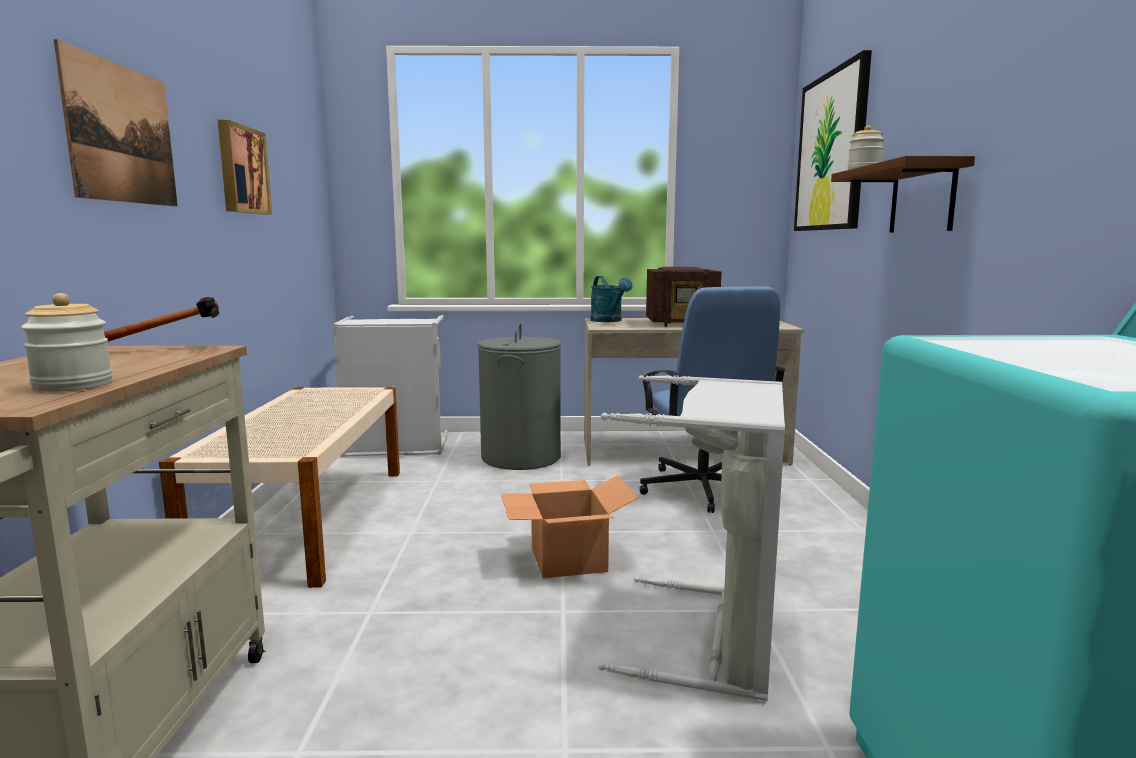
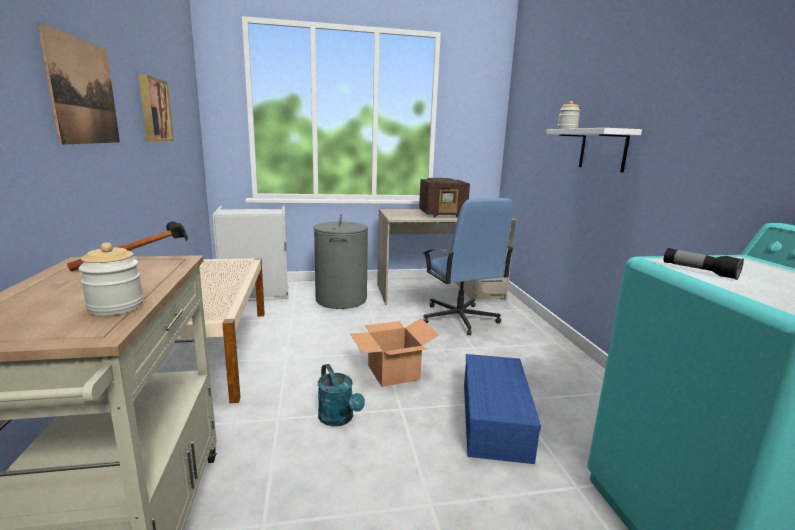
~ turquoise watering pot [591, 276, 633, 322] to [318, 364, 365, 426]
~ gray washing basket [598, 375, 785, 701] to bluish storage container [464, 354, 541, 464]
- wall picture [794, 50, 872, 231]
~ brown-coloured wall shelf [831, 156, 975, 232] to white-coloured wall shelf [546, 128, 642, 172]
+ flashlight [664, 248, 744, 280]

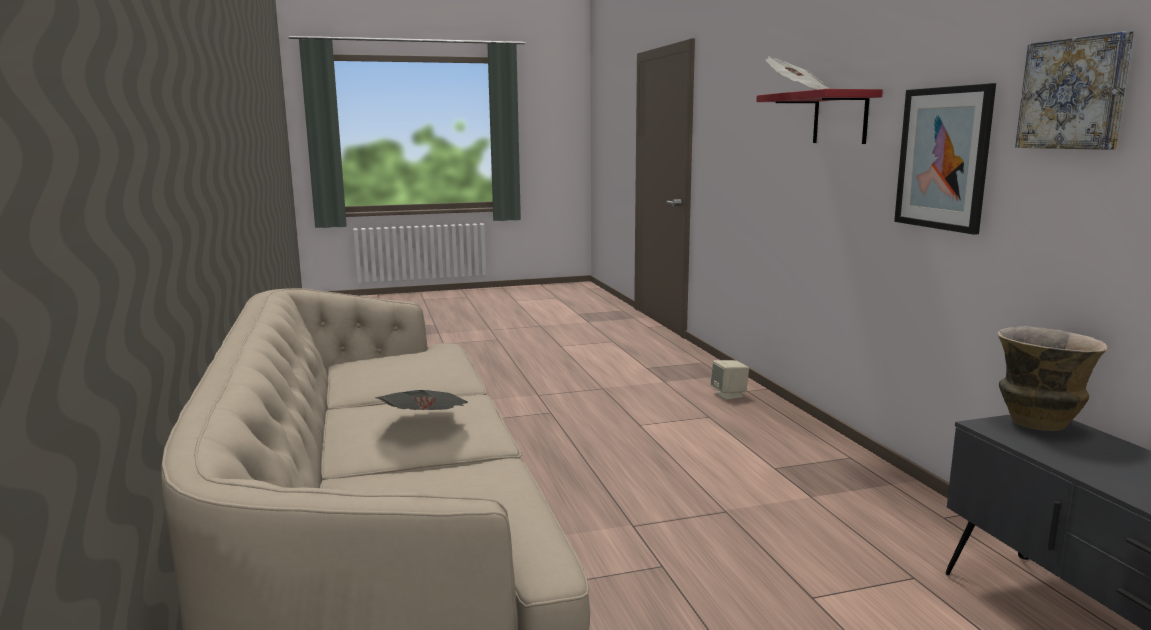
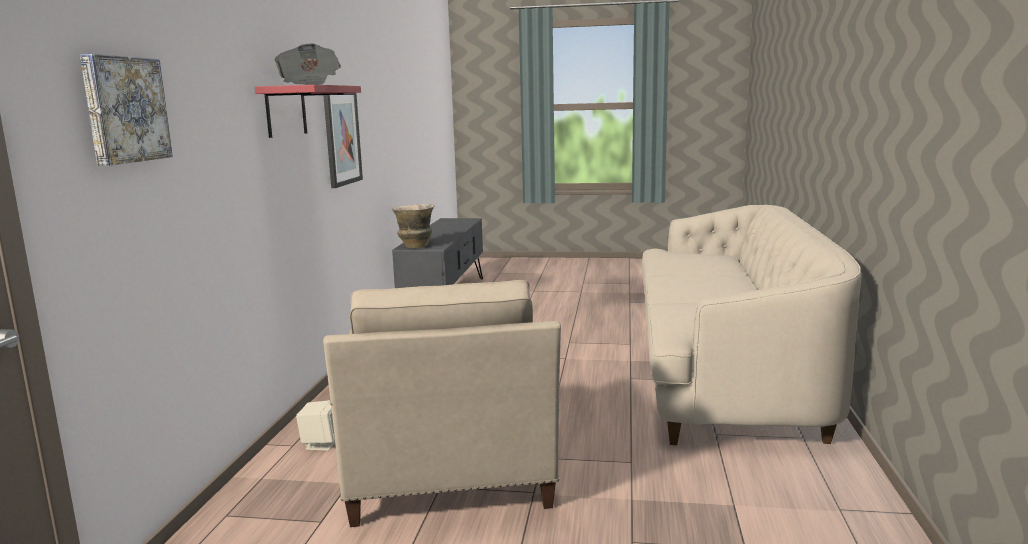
- newspaper [375, 390, 468, 410]
~ wall picture [1015, 31, 1134, 150] to [80, 54, 173, 166]
+ beige-coloured lounge chair [323, 280, 561, 527]

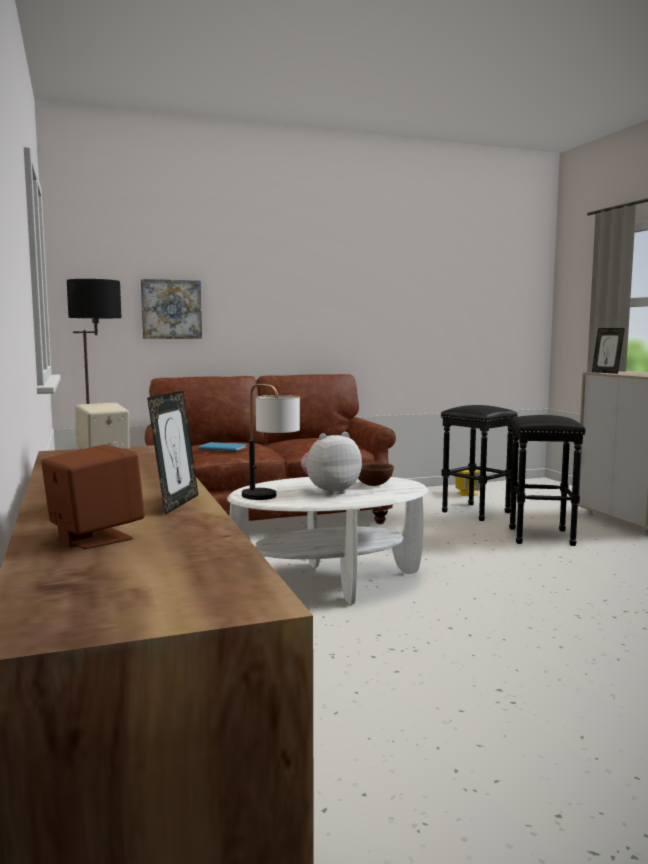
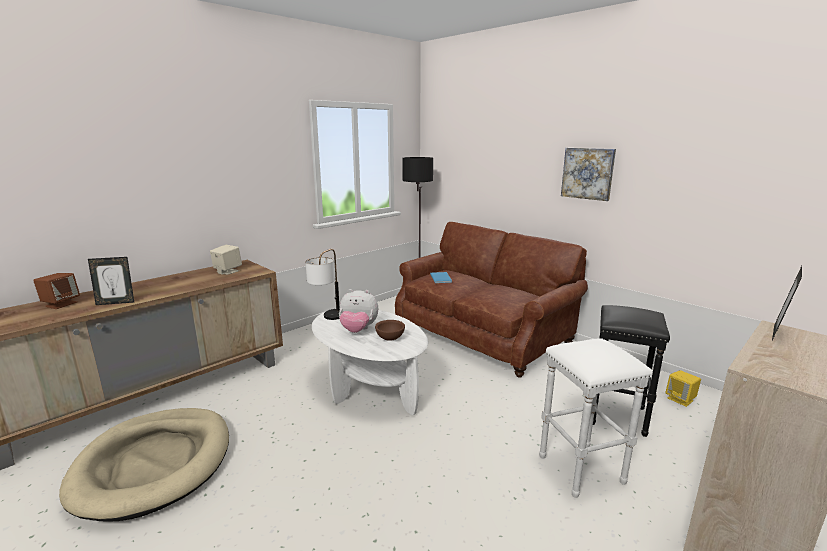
~ wall picture [141, 279, 202, 339] to [561, 148, 616, 201]
~ soft toy [301, 432, 362, 495] = [339, 289, 378, 333] 150 degrees clockwise
~ black stool seat [509, 415, 586, 546] to white-coloured stool seat [539, 338, 653, 498]
+ beige-coloured dog cushion [59, 408, 229, 522]

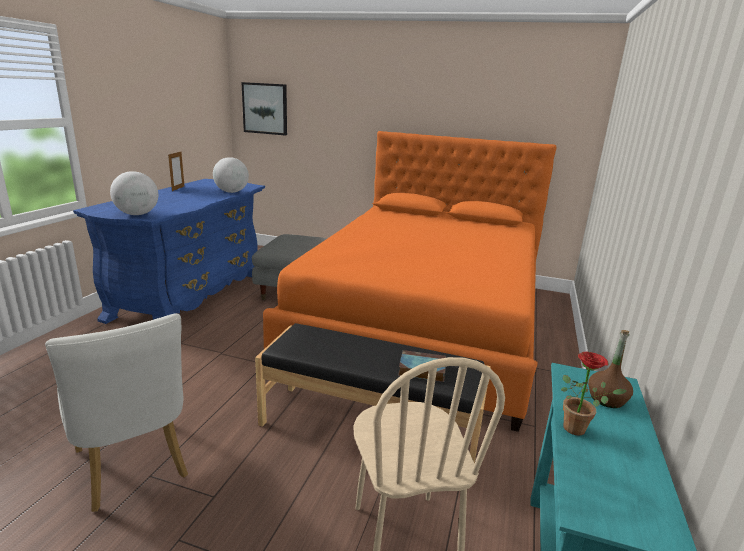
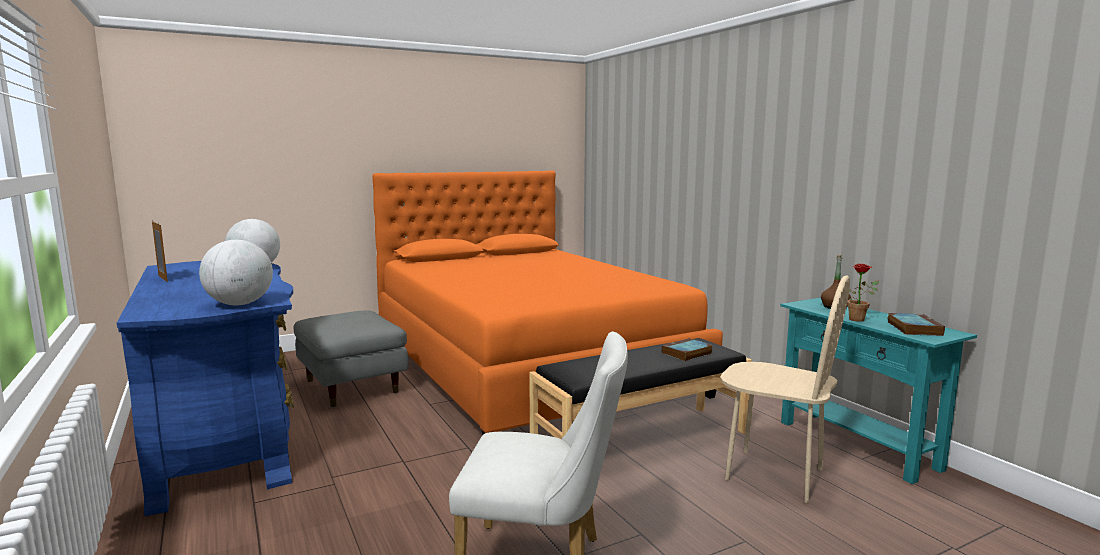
- wall picture [242, 82, 287, 135]
+ book [888, 313, 945, 336]

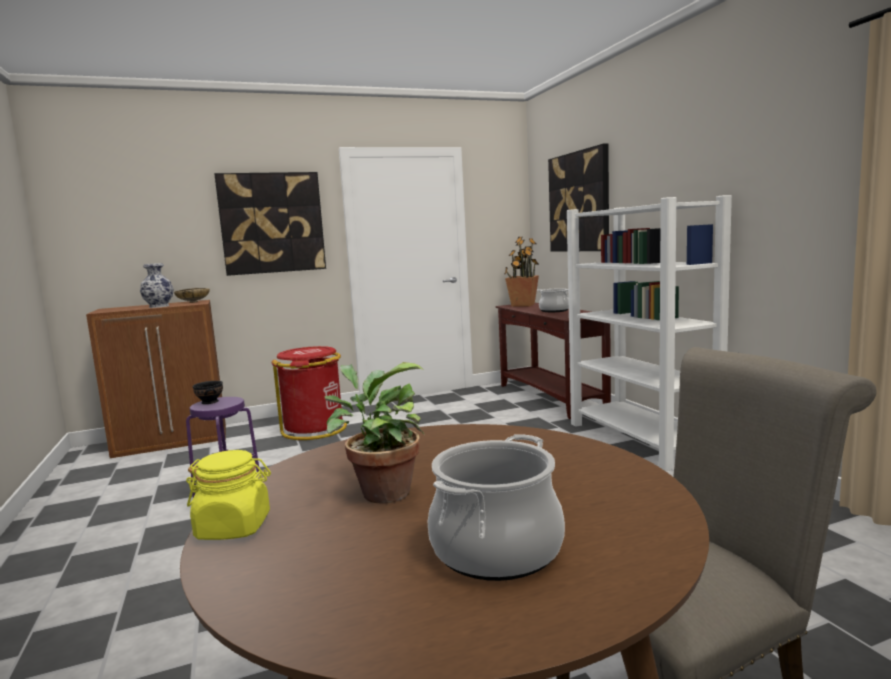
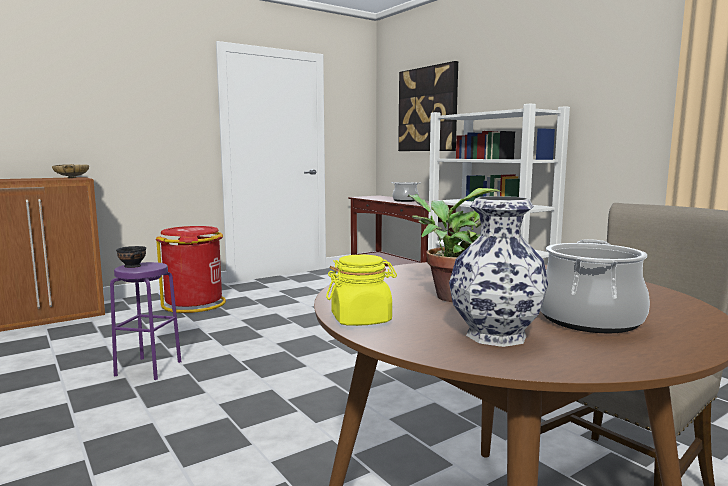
~ vase [140, 263, 174, 308] to [449, 196, 548, 347]
- wall picture [214, 172, 326, 276]
- potted plant [505, 237, 539, 307]

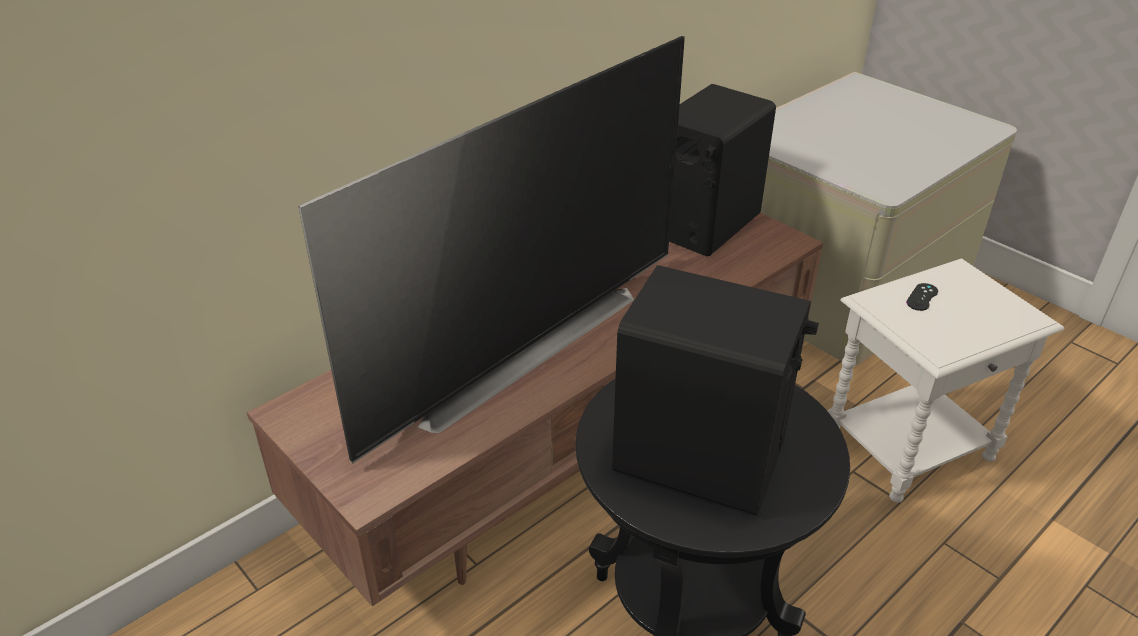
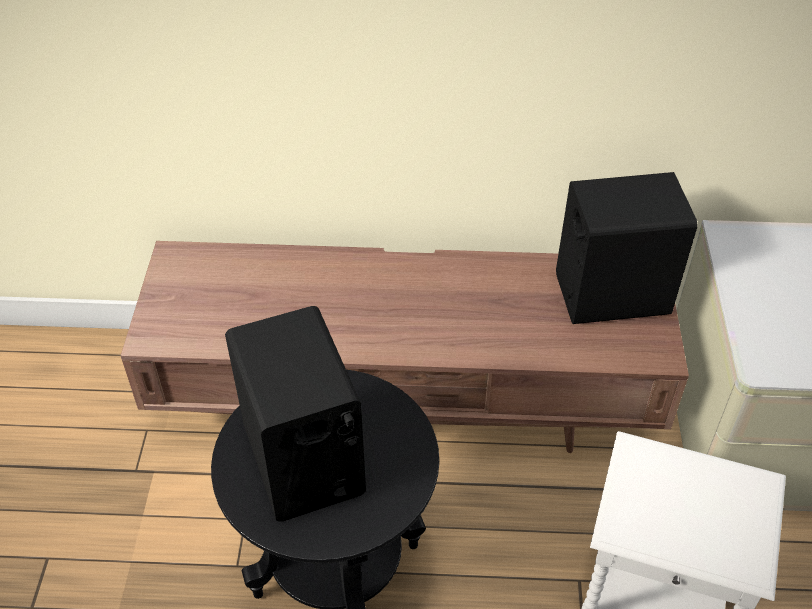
- TV [298, 36, 685, 464]
- black game controller [906, 283, 938, 311]

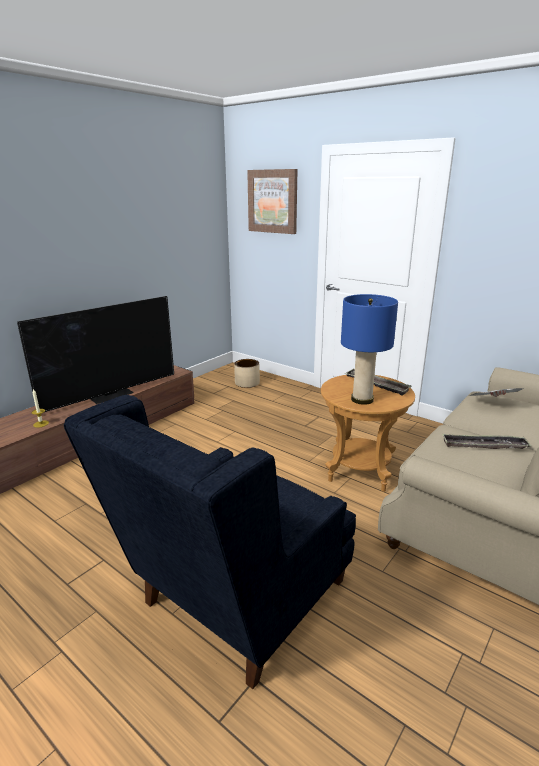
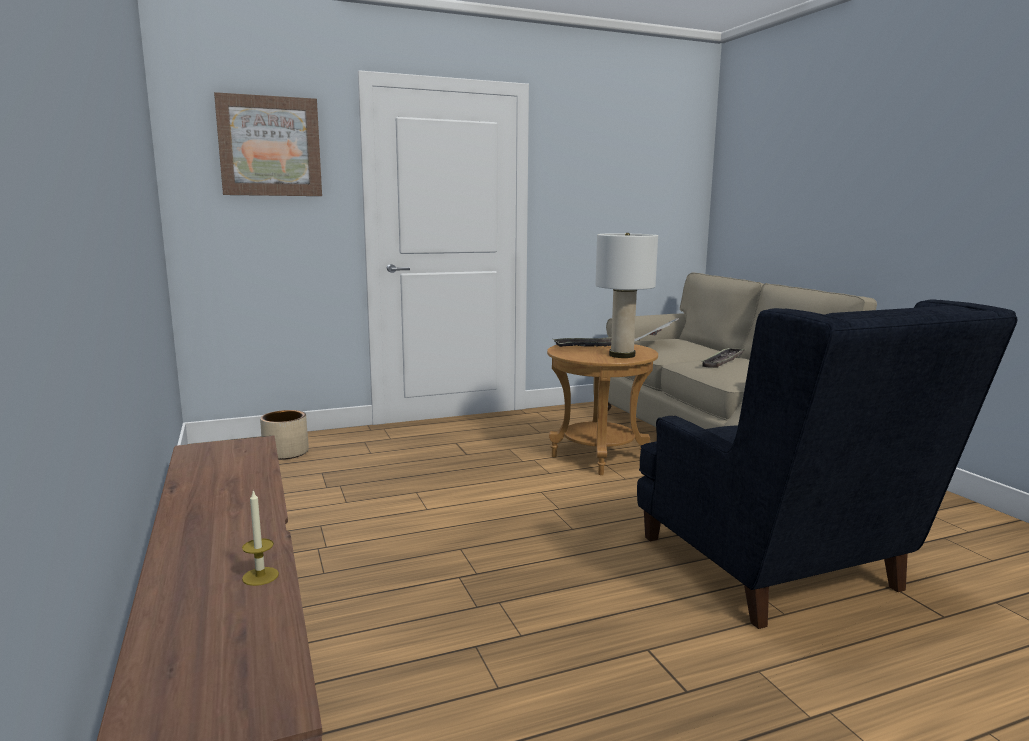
- TV [17, 296, 174, 412]
~ bluish lamp for a table [341, 294, 398, 405] to white-coloured lamp for a table [595, 233, 658, 358]

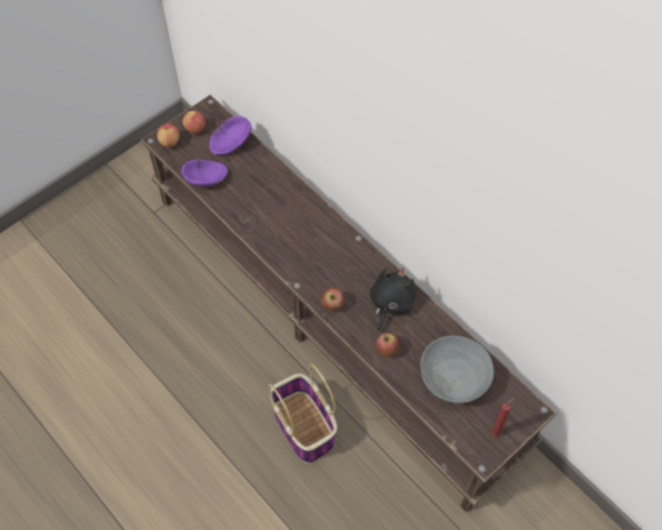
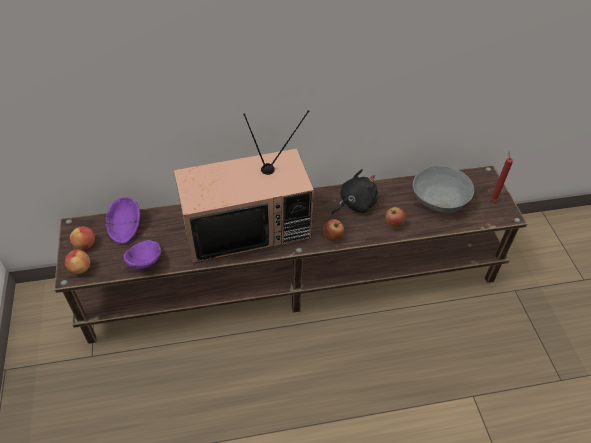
- basket [268, 364, 337, 464]
~ black soft toy [370, 268, 415, 331] = [331, 169, 378, 215] 90 degrees clockwise
+ TV [174, 110, 314, 263]

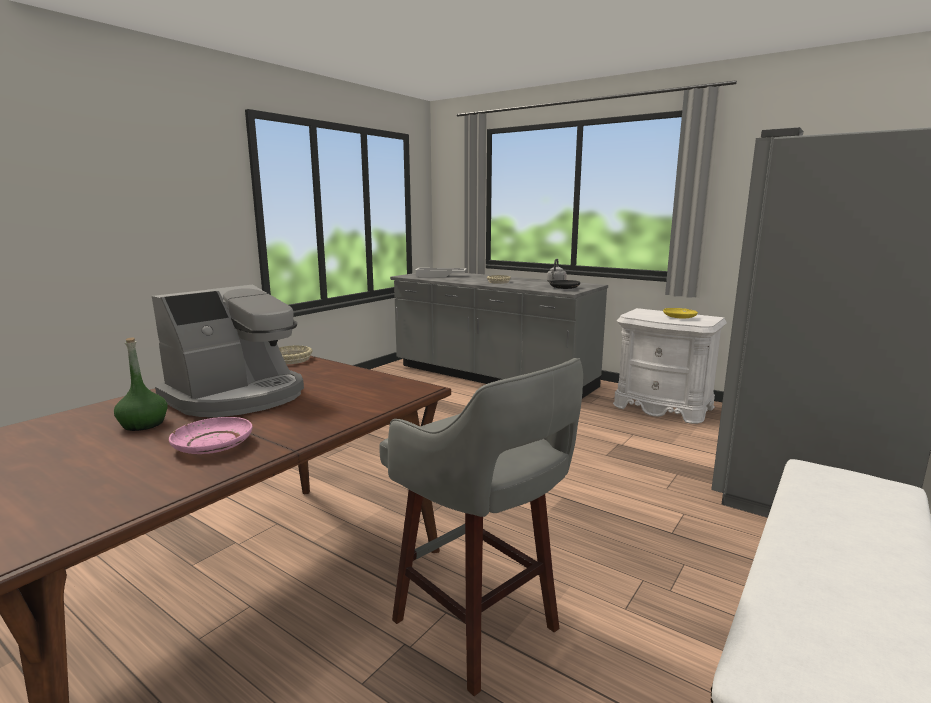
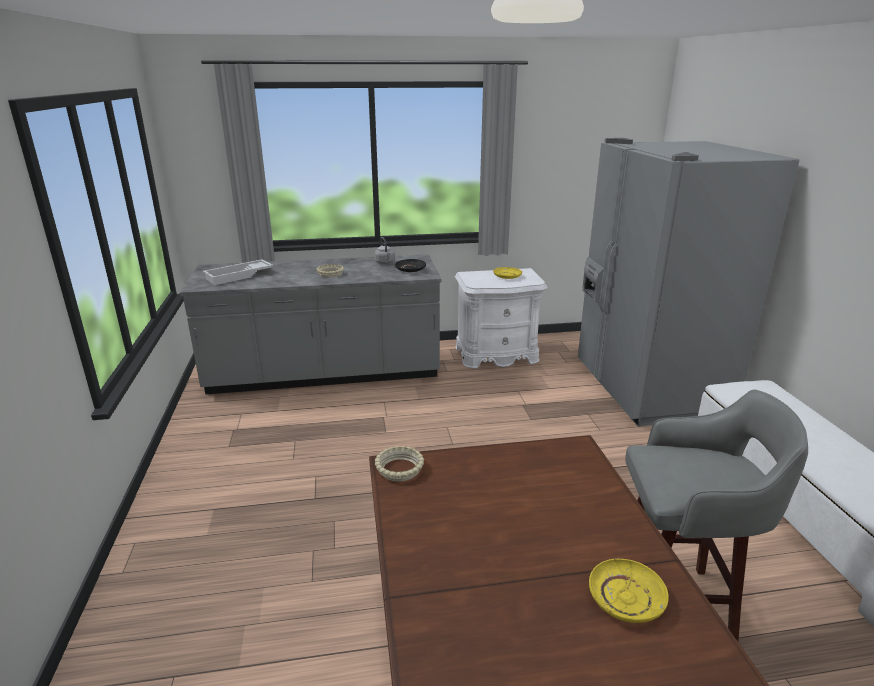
- green beverage bottle [114, 337, 168, 431]
- coffee maker [152, 285, 304, 417]
~ pink-coloured dinner plate [169, 417, 252, 454] to yellowish dinner plate [589, 559, 669, 623]

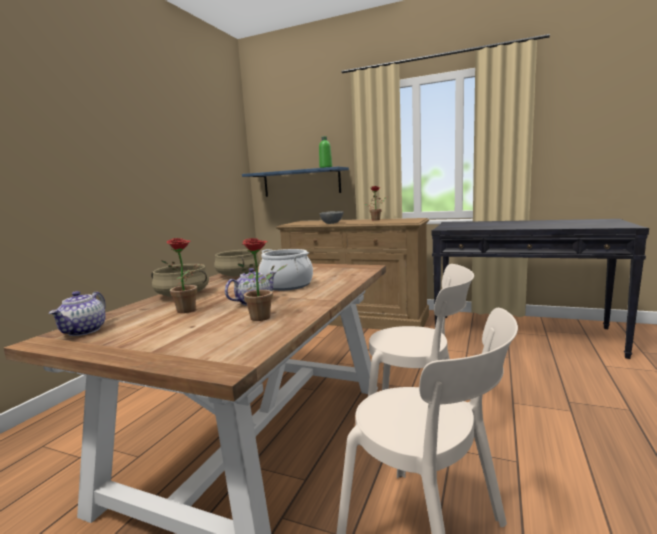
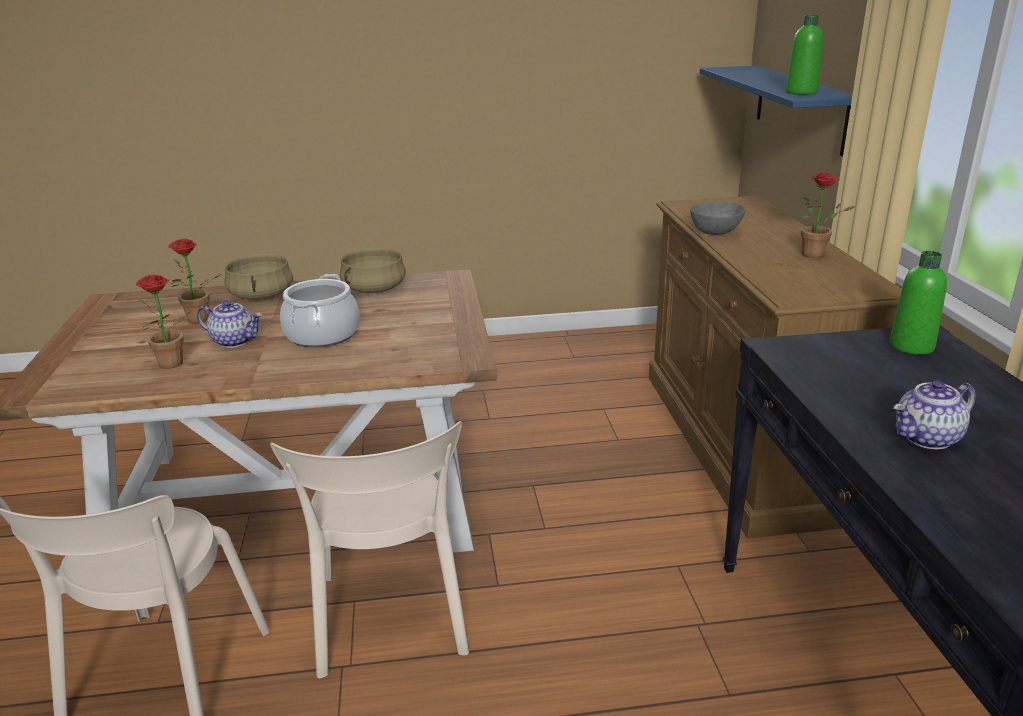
~ teapot [49, 291, 106, 336] to [893, 380, 976, 449]
+ green beverage bottle [890, 251, 947, 355]

